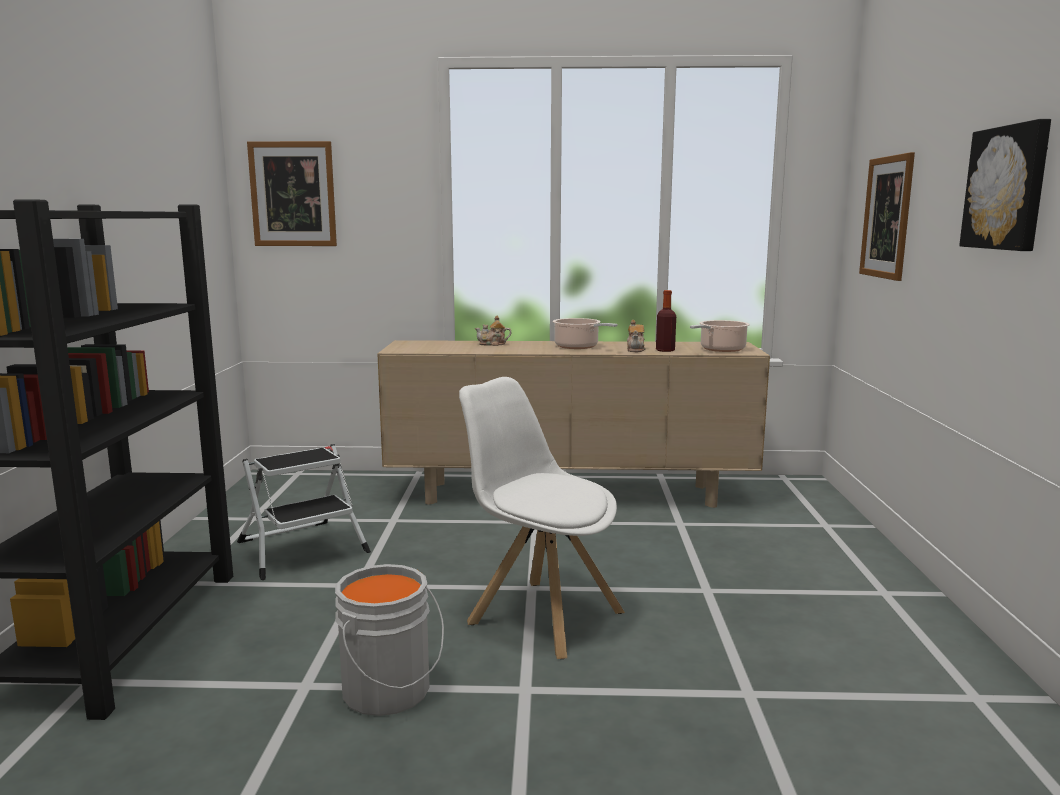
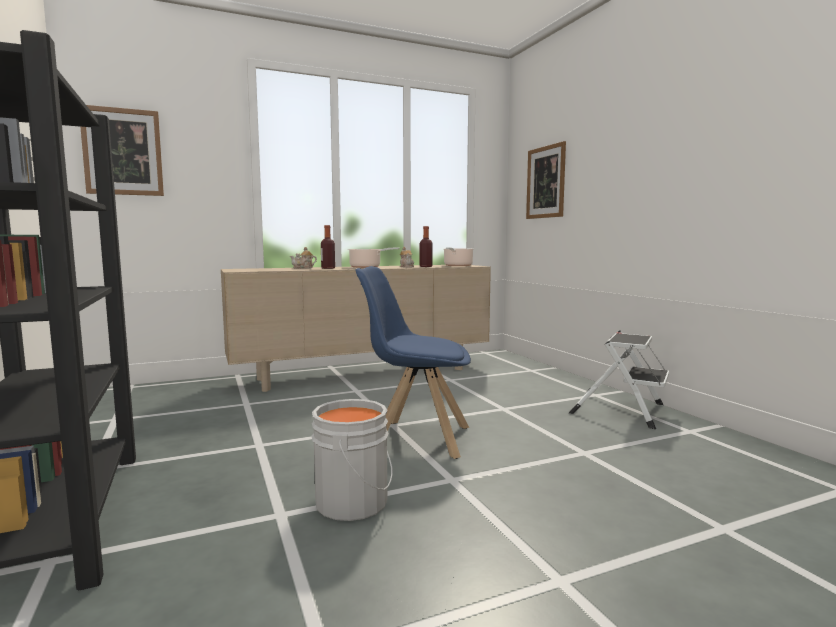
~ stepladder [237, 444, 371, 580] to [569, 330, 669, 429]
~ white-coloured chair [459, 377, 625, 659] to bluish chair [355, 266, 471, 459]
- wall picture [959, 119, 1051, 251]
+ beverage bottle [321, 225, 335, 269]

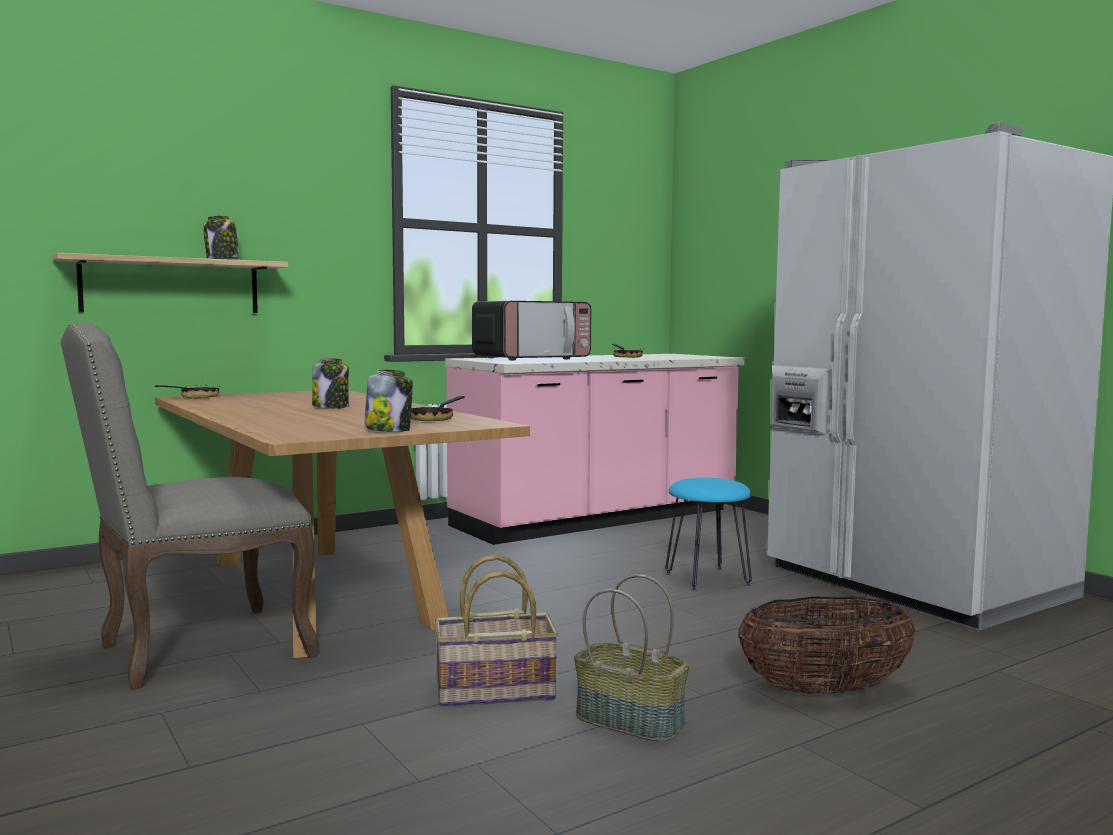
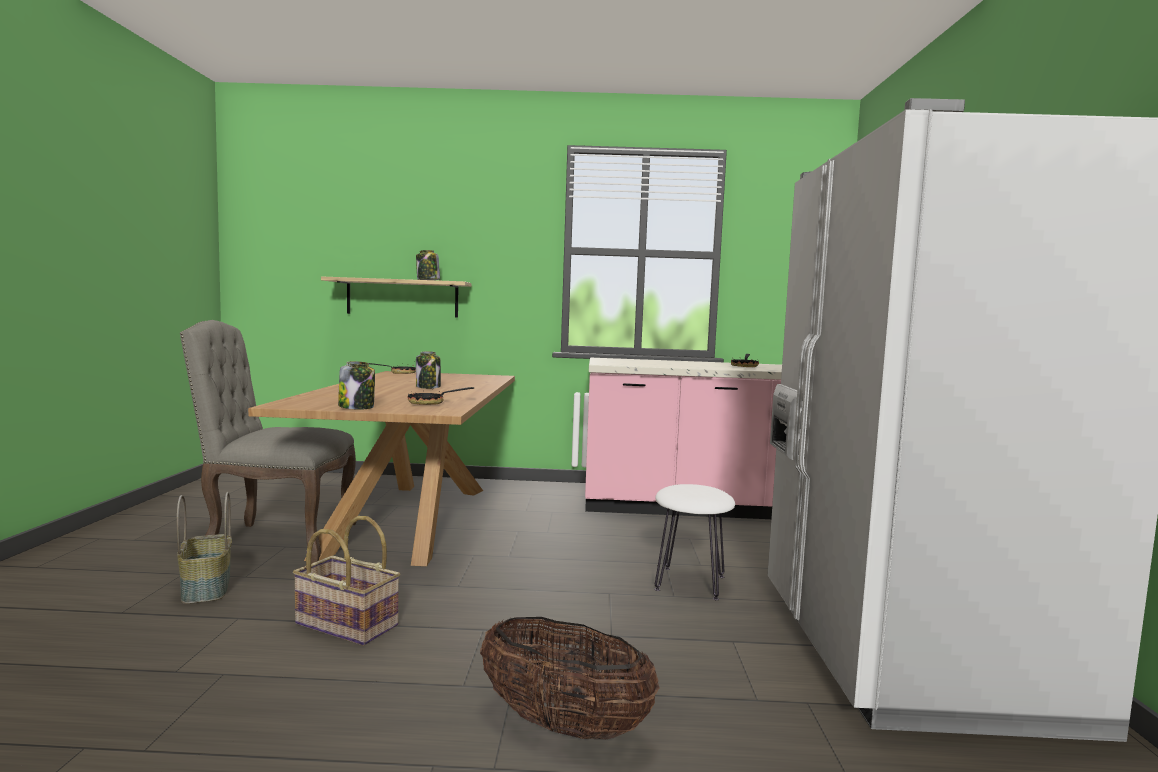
- microwave [472, 301, 591, 360]
~ basket [574, 574, 689, 742] to [177, 492, 232, 604]
~ turquoise stool seat [665, 478, 752, 591] to white-coloured stool seat [654, 484, 735, 600]

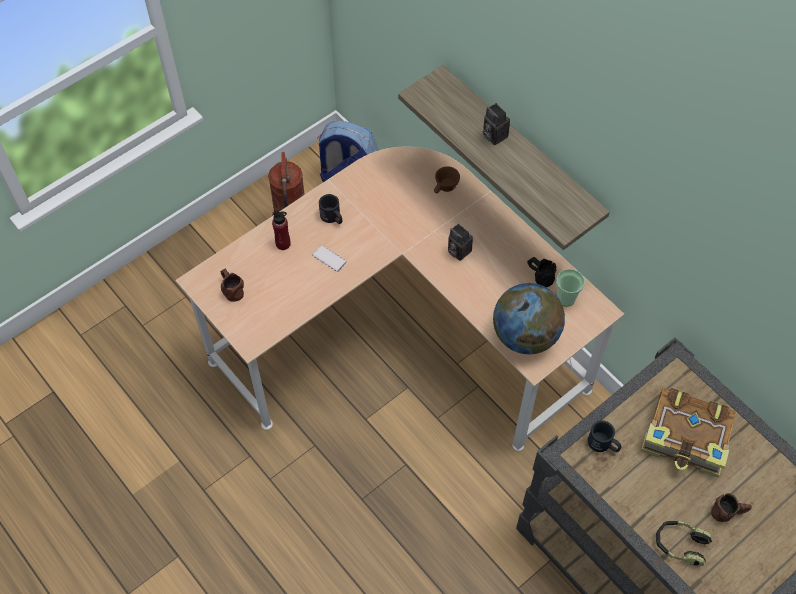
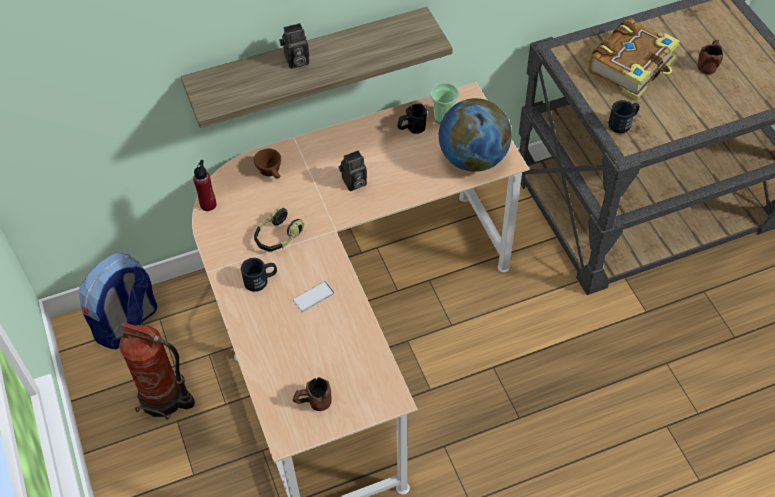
~ red beverage bottle [272, 212, 291, 250] to [193, 160, 216, 211]
~ pair of headphones [656, 521, 712, 567] to [254, 207, 304, 252]

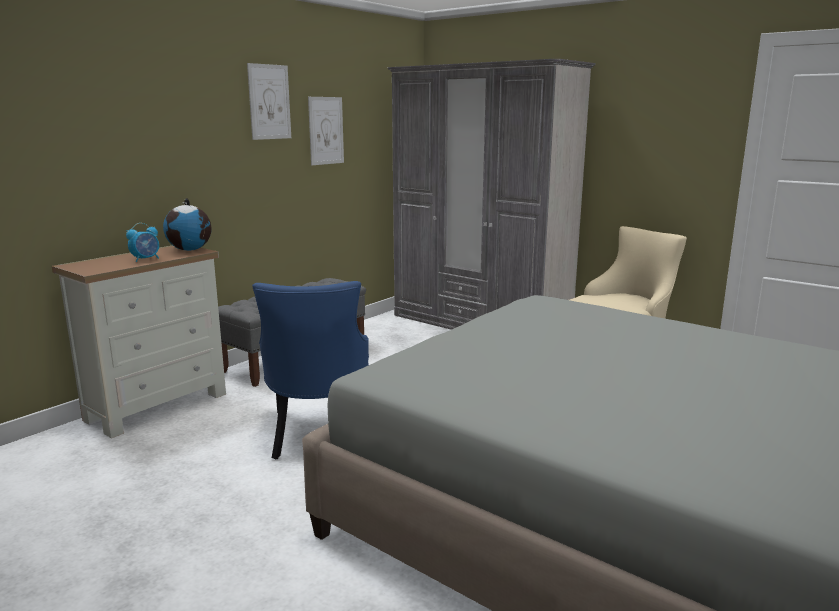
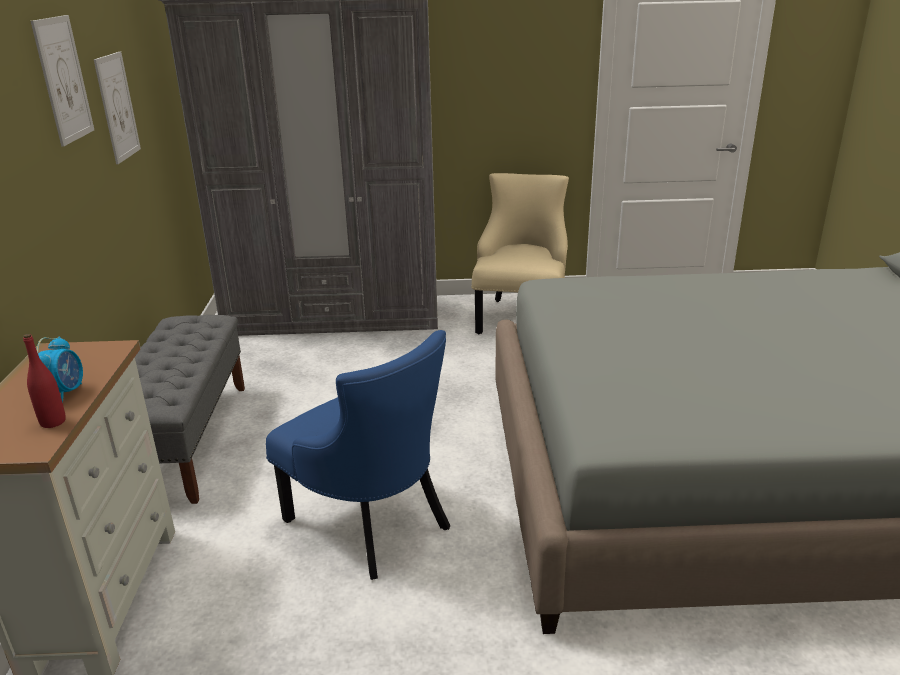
- desk globe [163, 198, 211, 251]
+ red beverage bottle [23, 334, 66, 428]

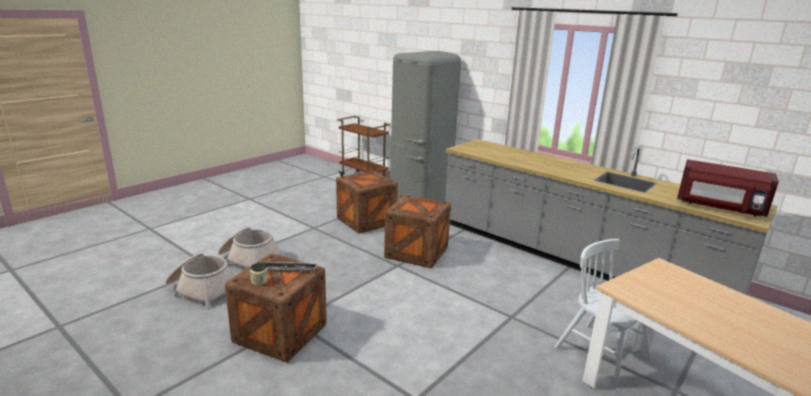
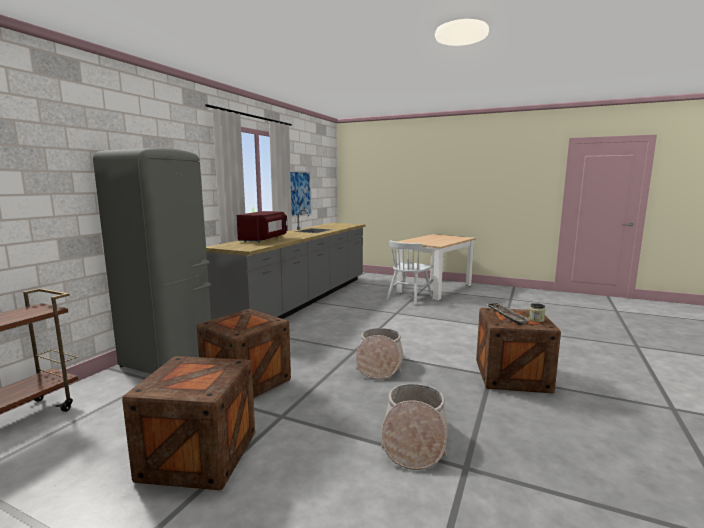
~ basket [165, 253, 235, 308] to [356, 328, 404, 380]
~ packing crate [384, 195, 451, 268] to [122, 356, 255, 490]
~ red microwave [677, 159, 778, 217] to [237, 211, 287, 242]
+ wall picture [290, 170, 312, 218]

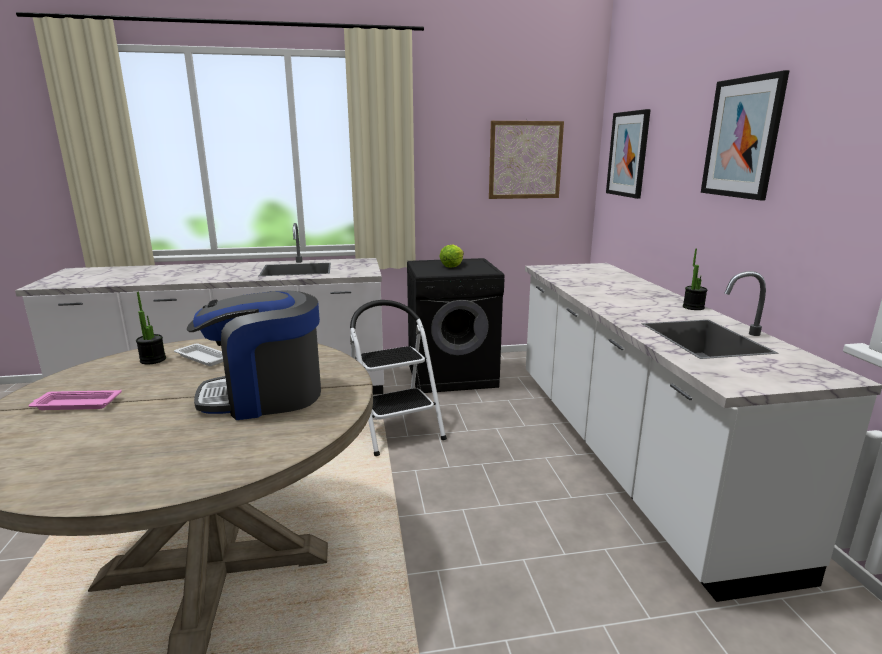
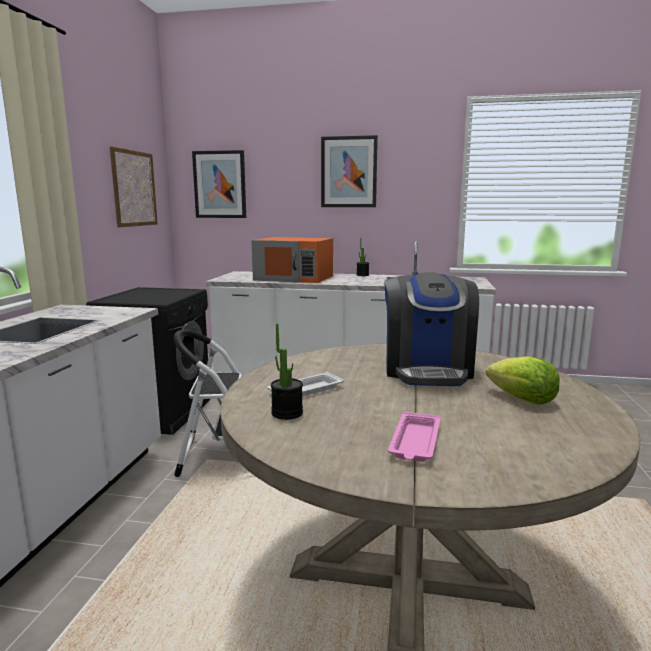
~ head of lettuce [439, 244, 464, 268] to [486, 356, 560, 405]
+ orange microwave [251, 237, 333, 283]

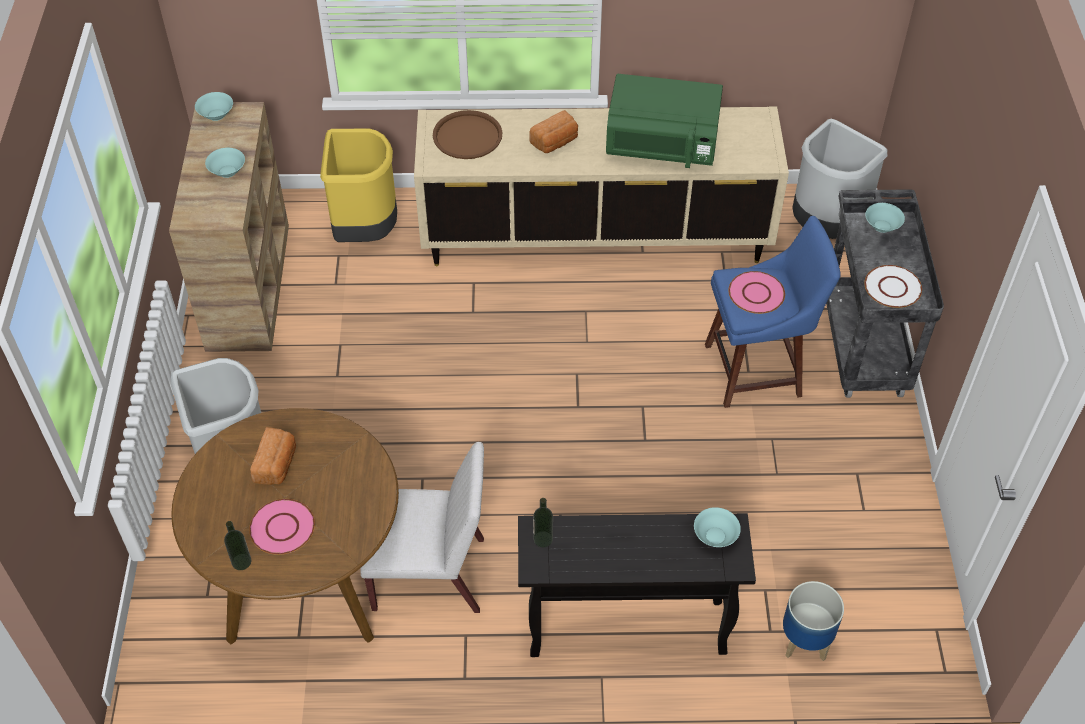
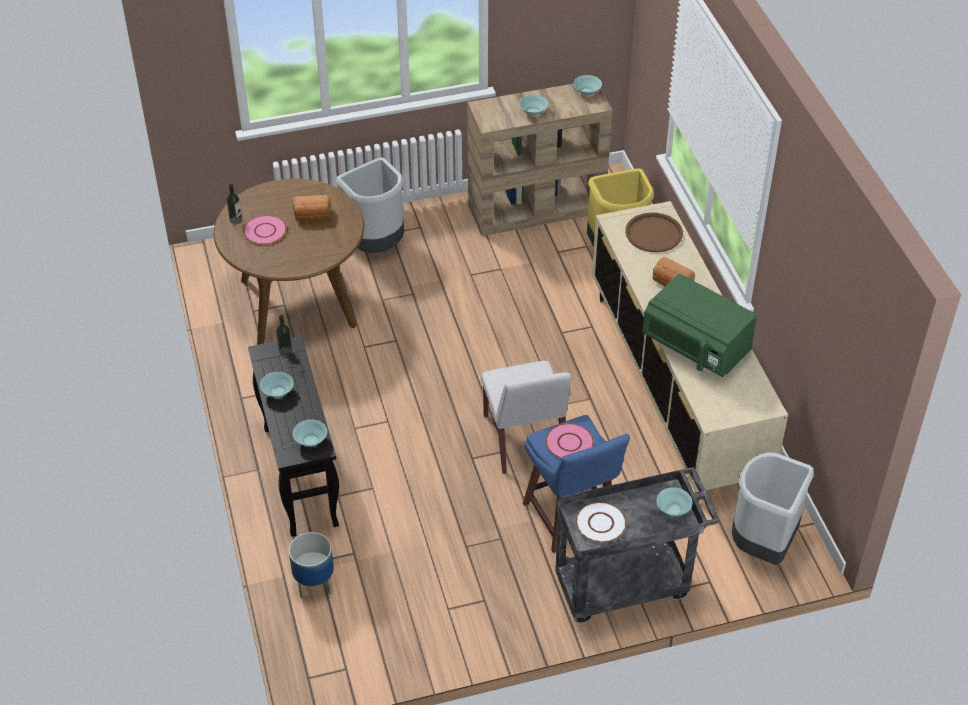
~ white-coloured chair [361, 442, 484, 613] to [481, 361, 571, 474]
~ green microwave [606, 74, 723, 168] = [642, 274, 757, 377] 45 degrees counterclockwise
+ turquoise serving bowl [260, 372, 294, 398]

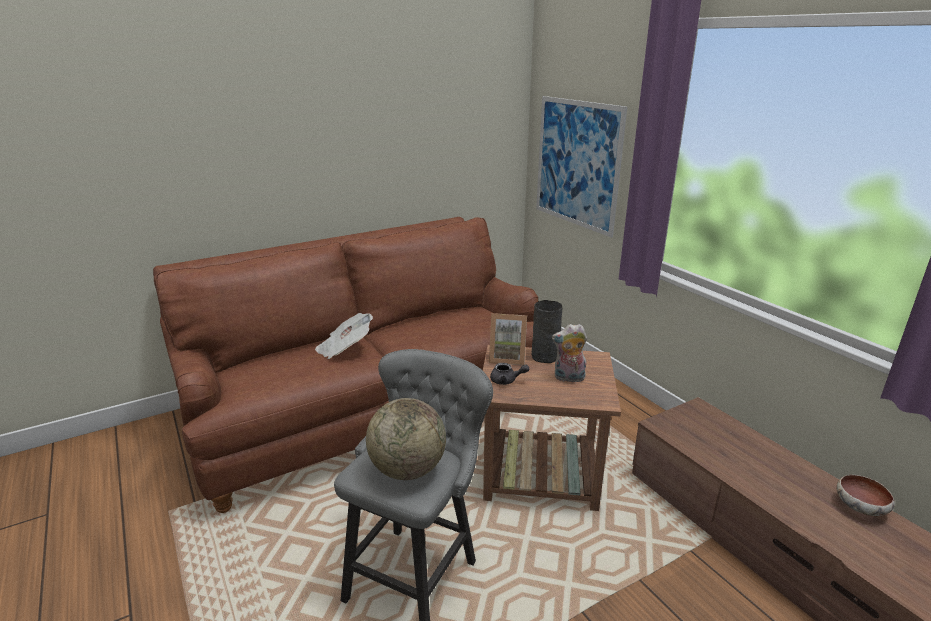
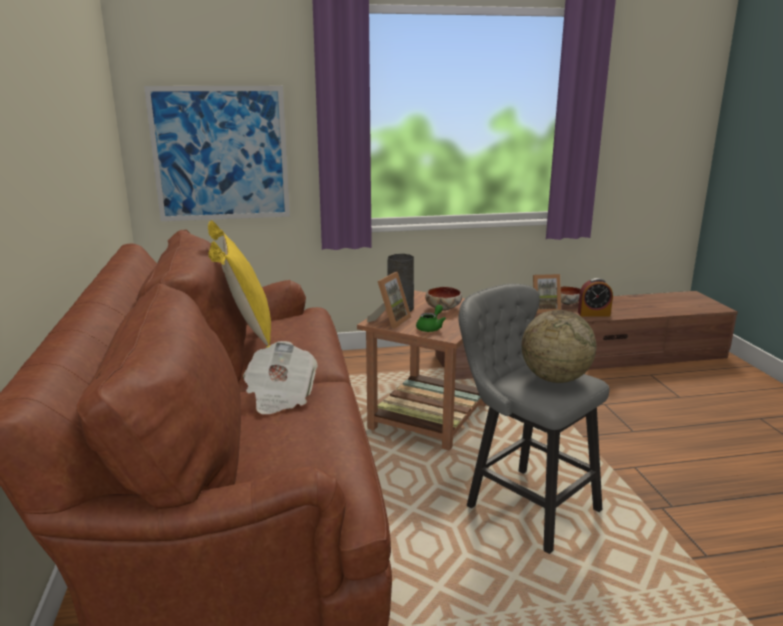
~ gray teapot [490, 363, 529, 385] to green teapot [416, 305, 446, 332]
~ soft toy [552, 324, 587, 382] to serving bowl [425, 287, 462, 311]
+ yellowish throw pillow [207, 220, 271, 348]
+ photo frame [533, 274, 561, 313]
+ alarm clock [578, 278, 613, 317]

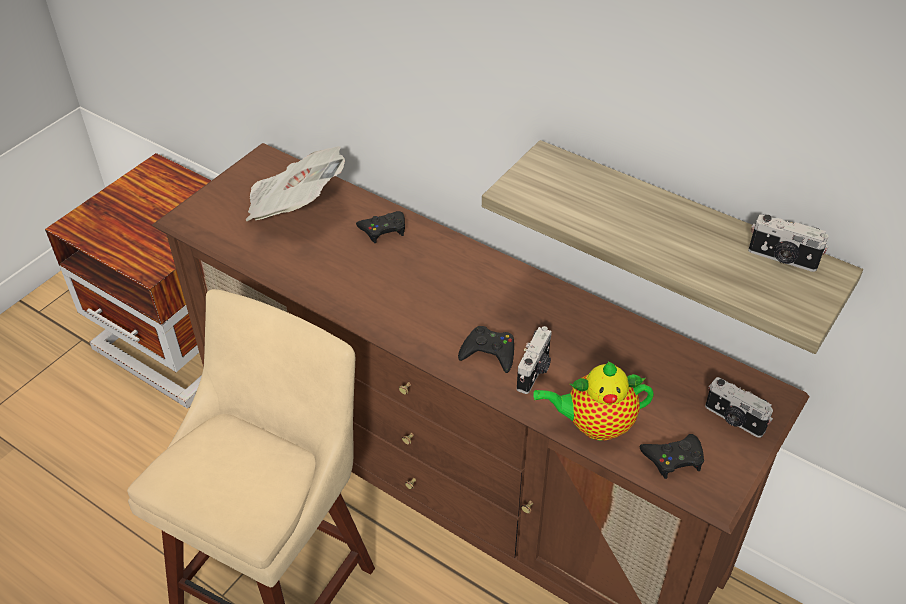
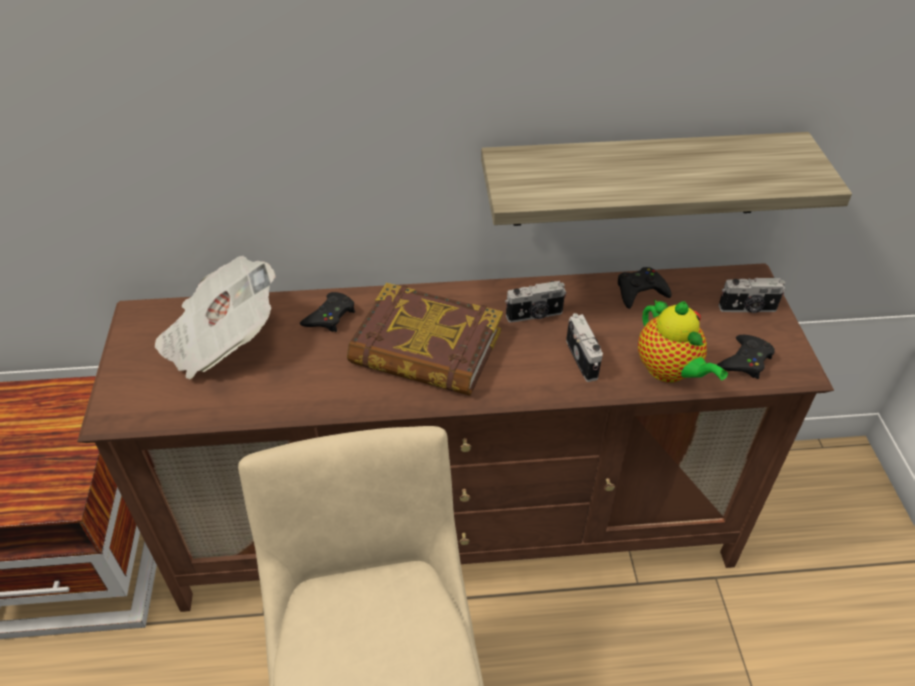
~ black game controller [458, 326, 514, 373] to [618, 267, 672, 309]
~ teapot [533, 362, 654, 441] = [638, 299, 728, 383] 75 degrees counterclockwise
~ photo camera [748, 214, 829, 272] to [505, 281, 566, 323]
+ book [347, 283, 503, 396]

